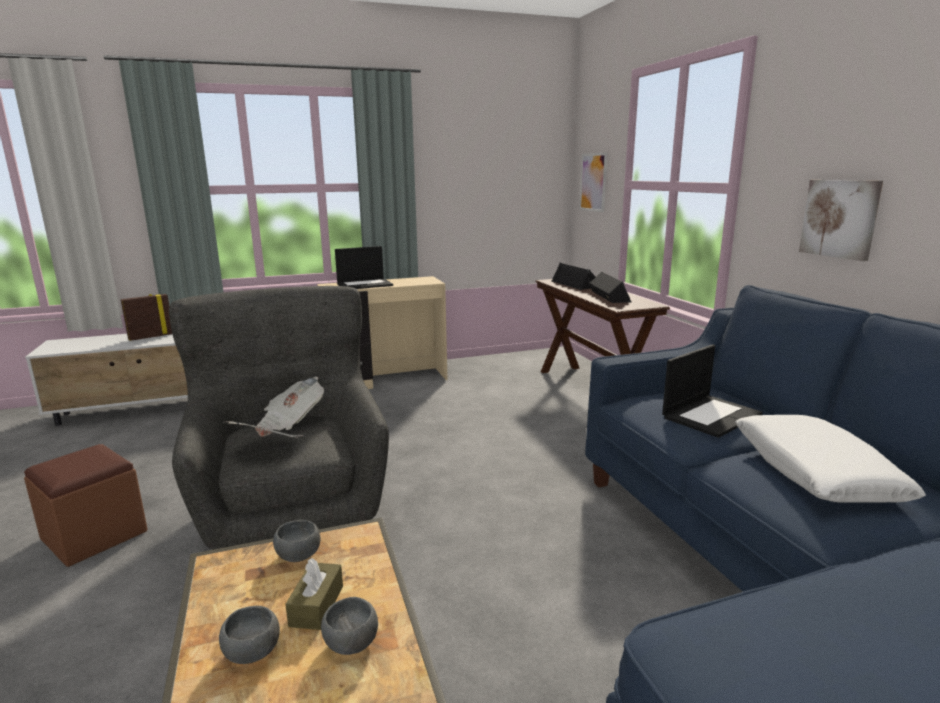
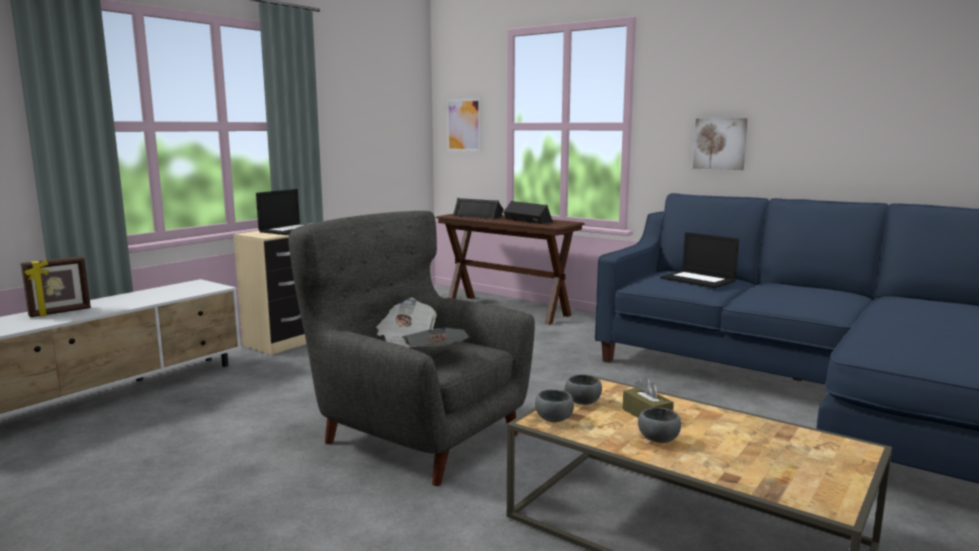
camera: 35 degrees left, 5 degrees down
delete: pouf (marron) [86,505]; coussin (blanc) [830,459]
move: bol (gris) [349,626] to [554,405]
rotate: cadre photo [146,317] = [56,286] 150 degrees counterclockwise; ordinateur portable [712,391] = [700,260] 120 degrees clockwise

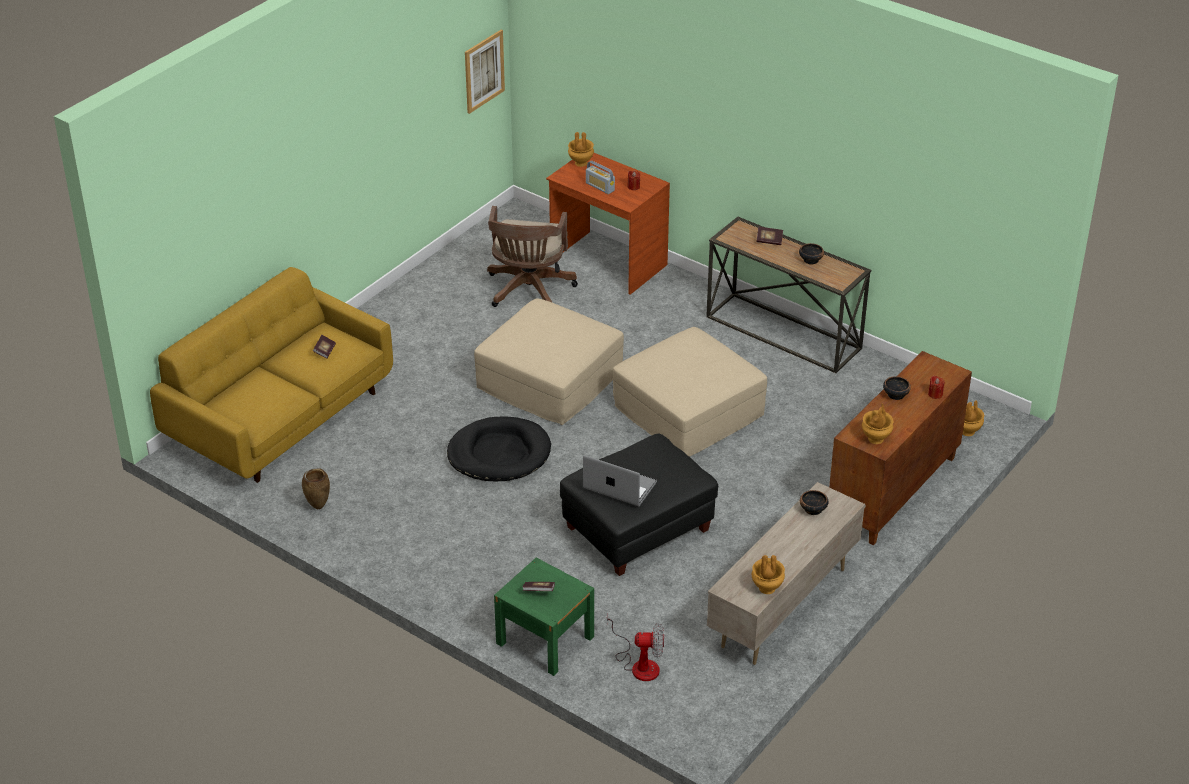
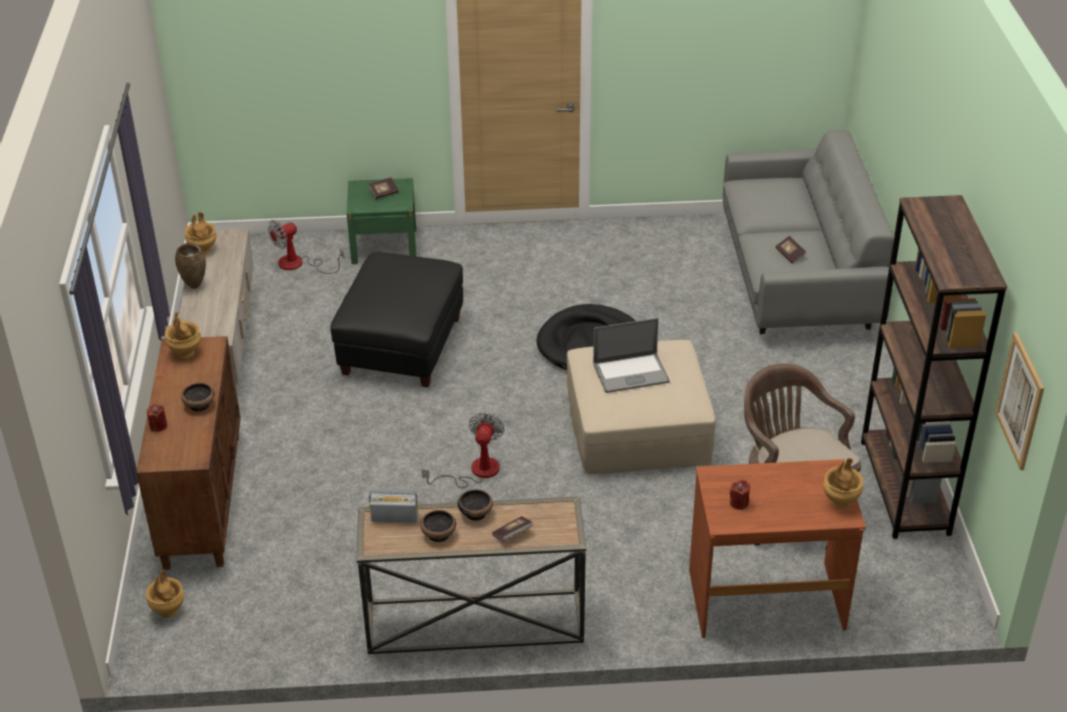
camera: 140 degrees right, 0 degrees up
insert: bibliothèque (marron) [934,367]
move: vase (marron) [316,488] to [190,266]; ordinateur portable [620,480] to [631,355]; radio [600,177] to [393,506]; bol [814,502] to [475,505]
replace: pouf (beige) [690,392] to ventilateur [463,450]
recolor: canapé (jaune) [271,375] to canapé (gris) [808,232]

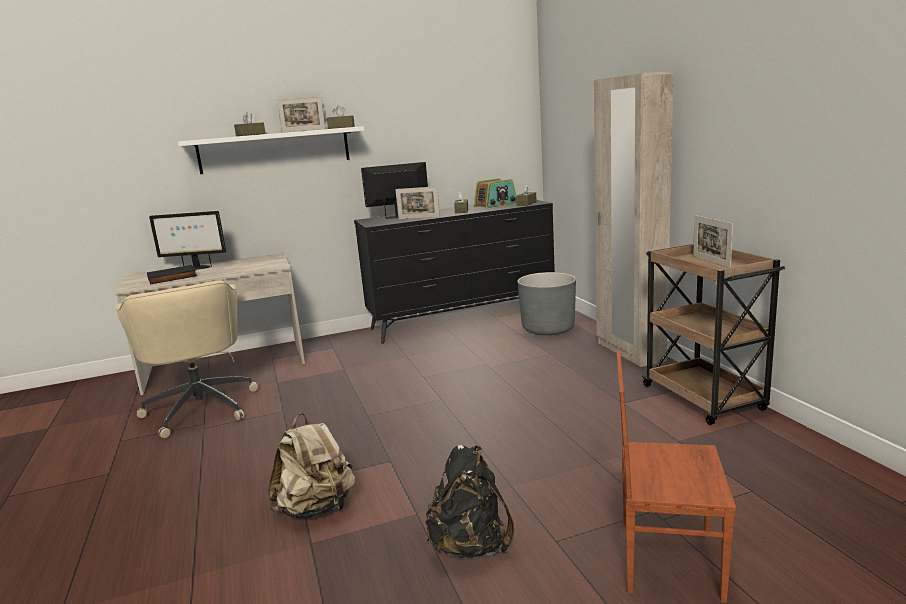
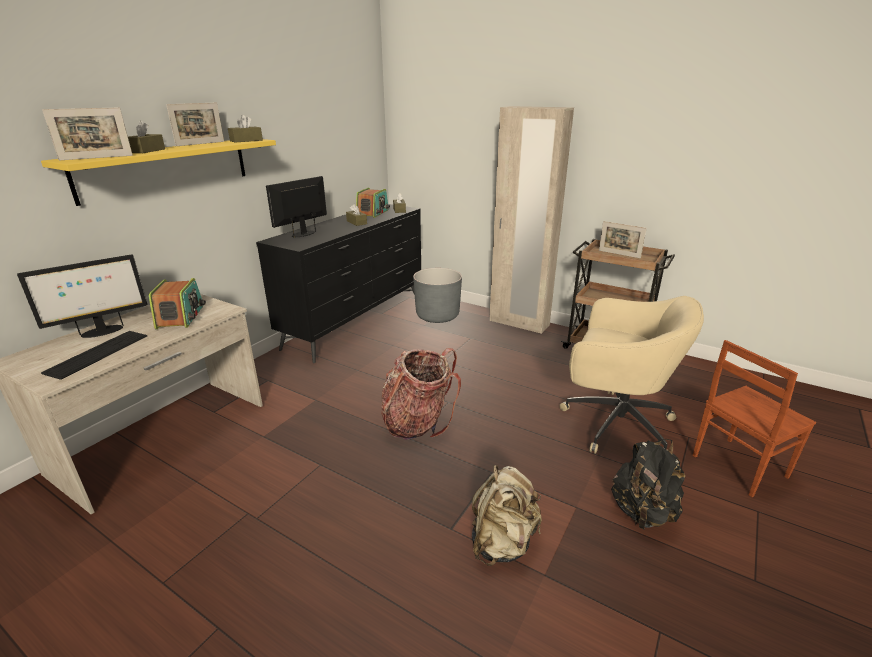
camera: 40 degrees left, 10 degrees up
insert: radio [177,303]; sac à dos [421,394]
move: chaise de bureau (beige) [187,359] to [632,375]; cadre photo [417,202] to [87,133]
replace: livre (noir) [172,275] to clavier [94,355]
recolor: étagère (blanc) [271,150] to étagère (jaune) [158,172]

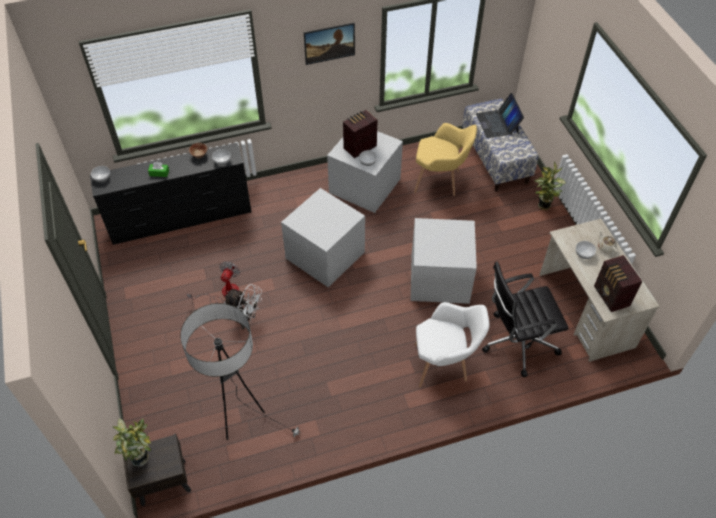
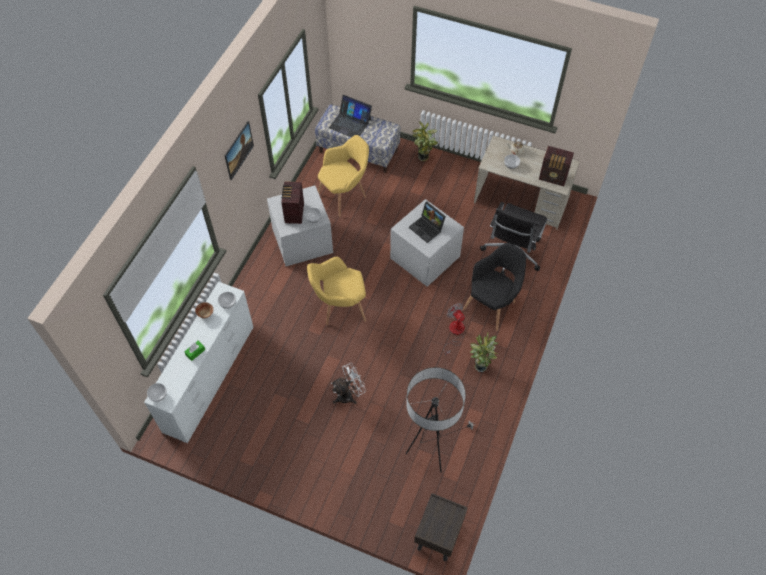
camera: 50 degrees left, 5 degrees up
insert: ordinateur portable [427,222]
move: plante en pot [132,442] to [484,352]; ventilateur [213,282] to [454,329]
replace: boîte de rangement (gris) [323,237] to fauteuil (jaune) [336,291]
recolor: commode (noir) [171,194] to commode (blanc) [198,362]; fauteuil (blanc) [451,344] to fauteuil (noir) [494,287]

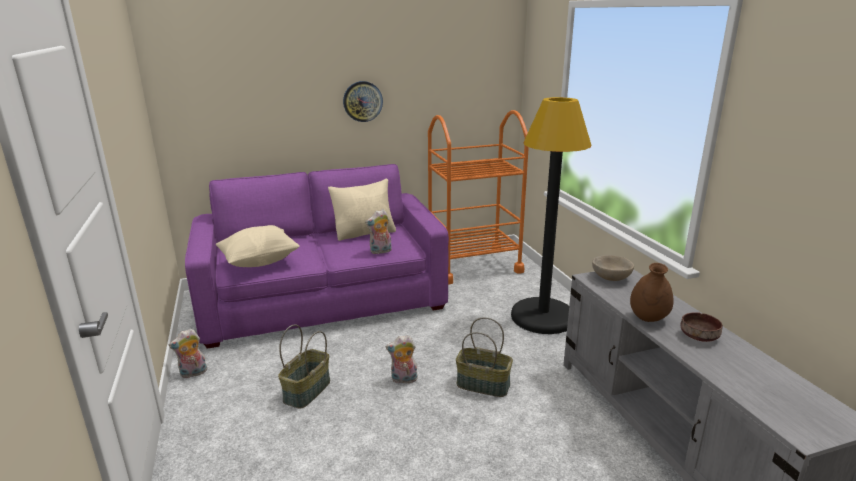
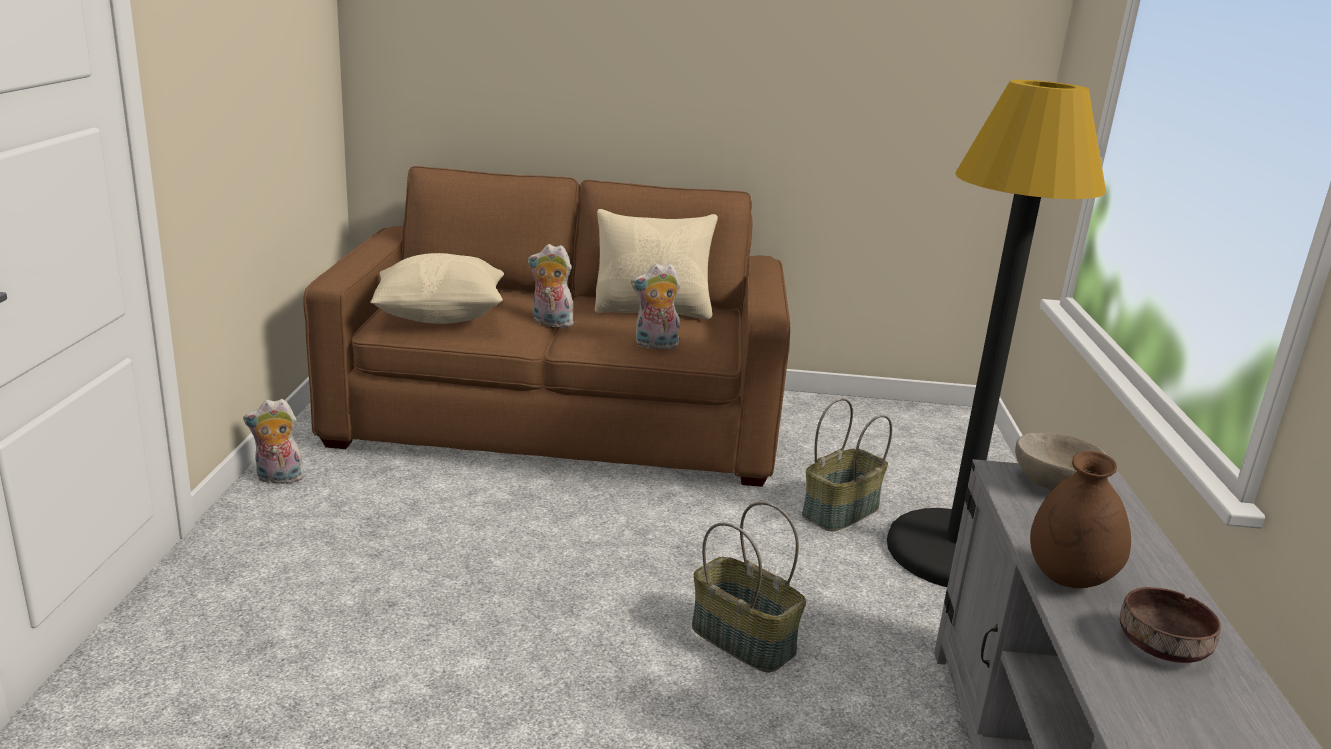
camera: 20 degrees right, 0 degrees up
delete: horloge murale [363,101]; chariot (orange) [478,197]
move: panier [304,366] to [847,465]; peluche [402,359] to [551,286]
recolor: canapé (violet) [317,256] to canapé (marron) [546,326]

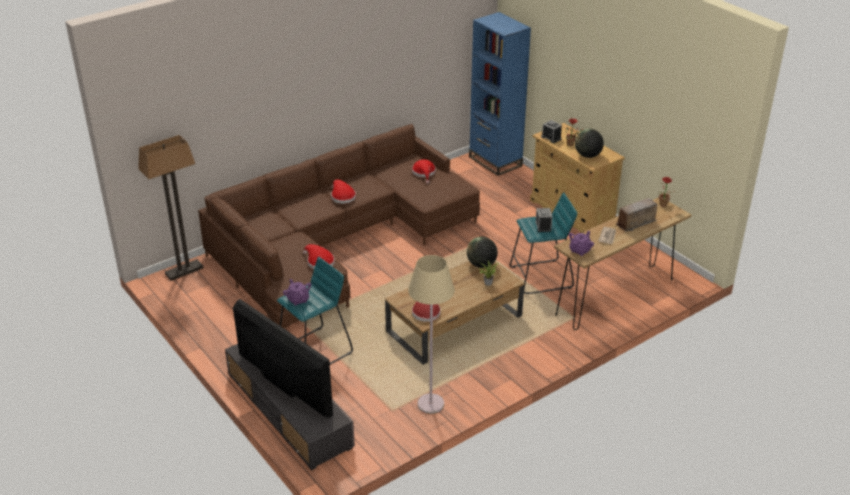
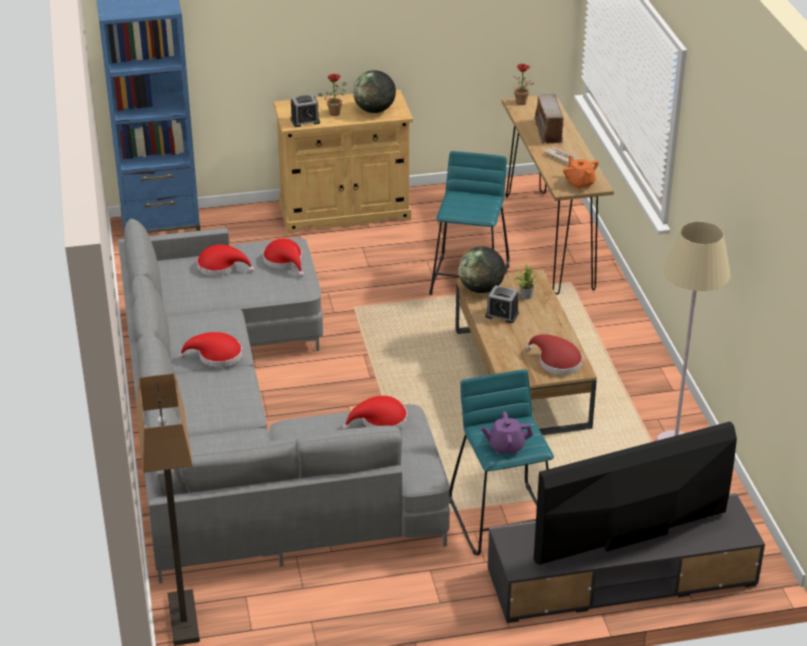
camera: 65 degrees left, 0 degrees up
insert: chapeau (rouge) [283,257]
move: réveil [544,220] to [502,304]
recolor: canapé (marron) [339,226] to canapé (gris) [284,400]; théière (violet) [581,243] to théière (orange) [581,172]

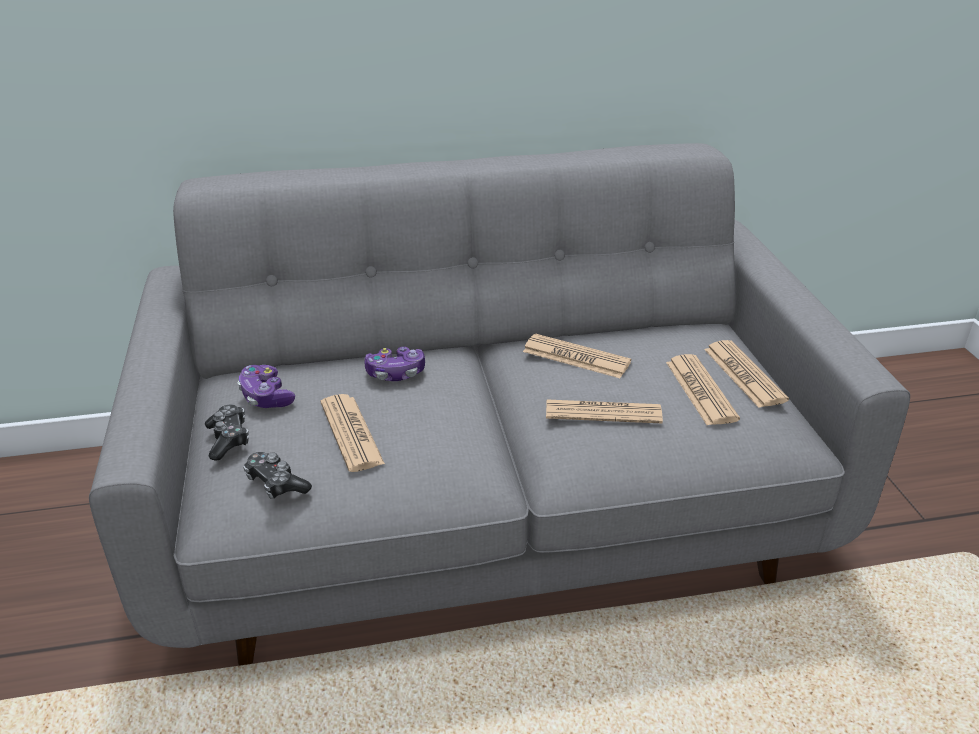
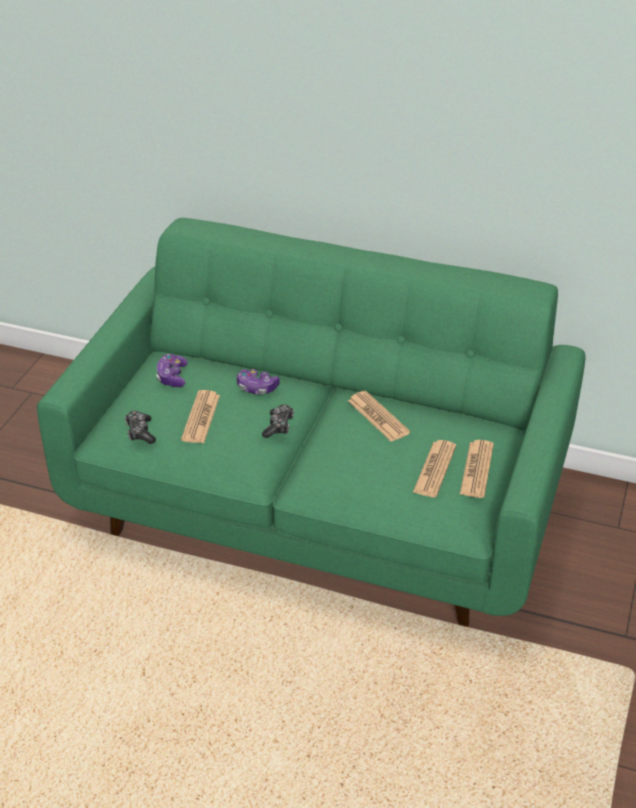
camera: 30 degrees right, 5 degrees up
delete: journal [604,411]
move: manette [227,432] to [278,421]
recolor: canapé (gris) [499,404] to canapé (vert) [311,422]

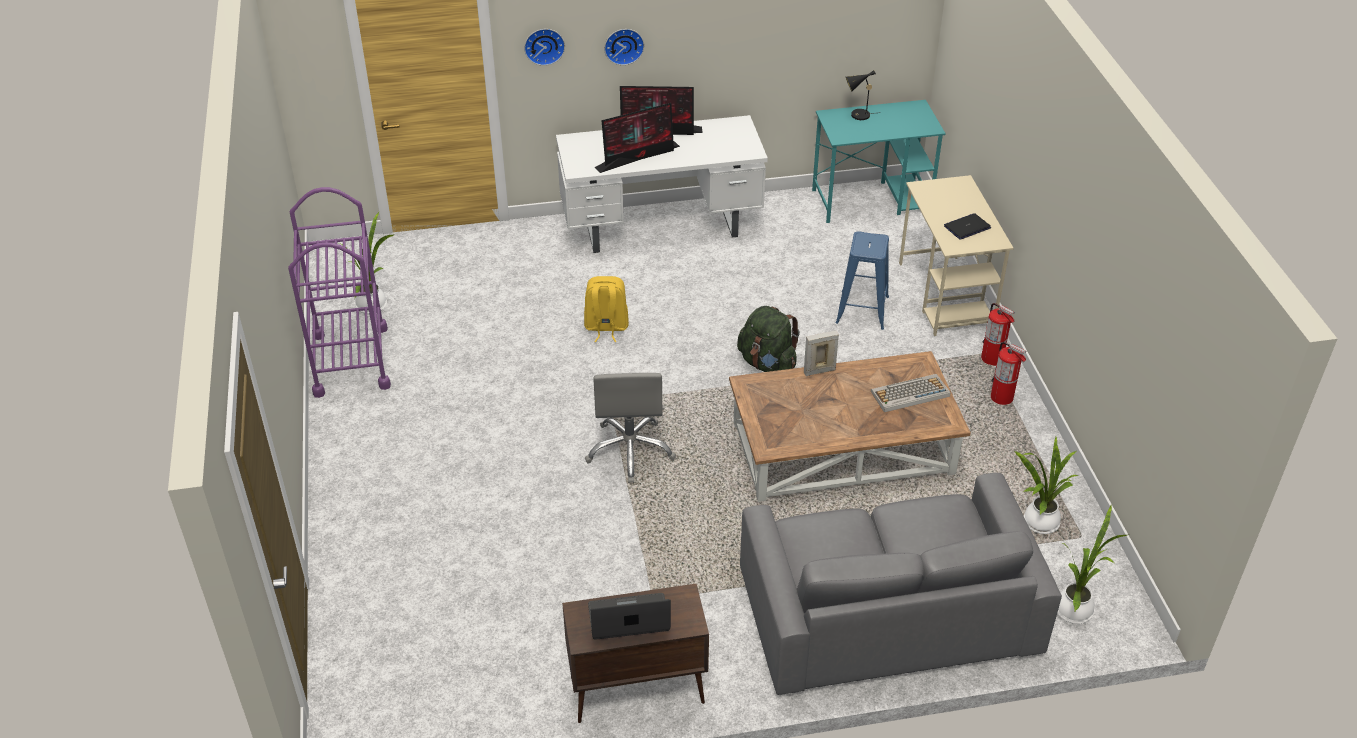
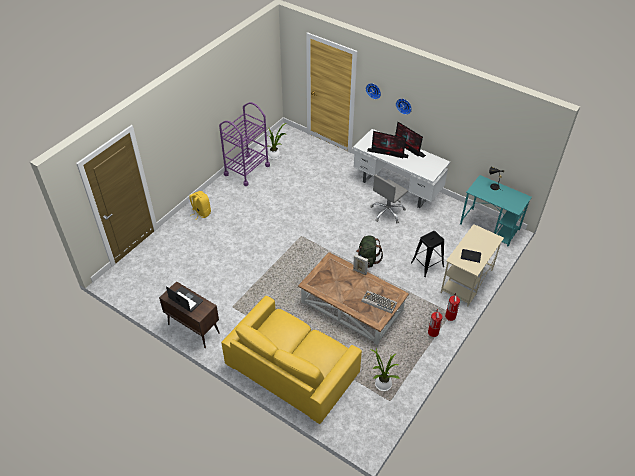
camera: 45 degrees right, 5 degrees up
delete: plante en pot [1092,565]
move: sac à dos (jaune) [606,309] to [200,205]; chaise de bureau (gris) [630,428] to [389,199]
recolor: canapé (gris) [901,584] to canapé (jaune) [291,360]; tabouret (bleu) [862,280] to tabouret (noir) [427,254]

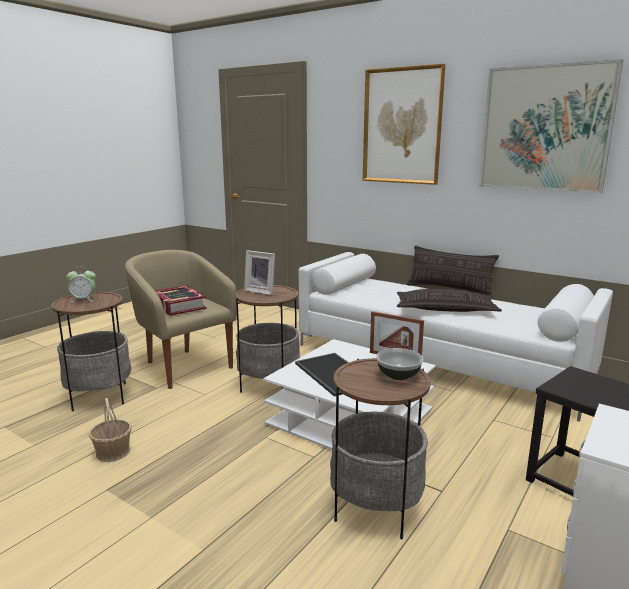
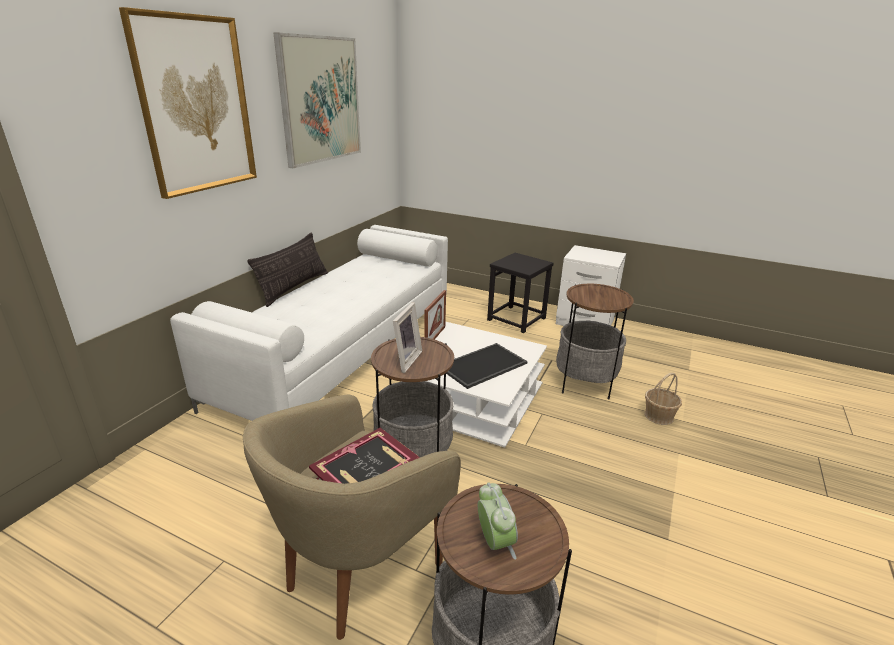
camera: 100 degrees left, 10 degrees up
delete: bol [400,364]; coussin [449,300]
move: panier [110,430] to [663,399]

